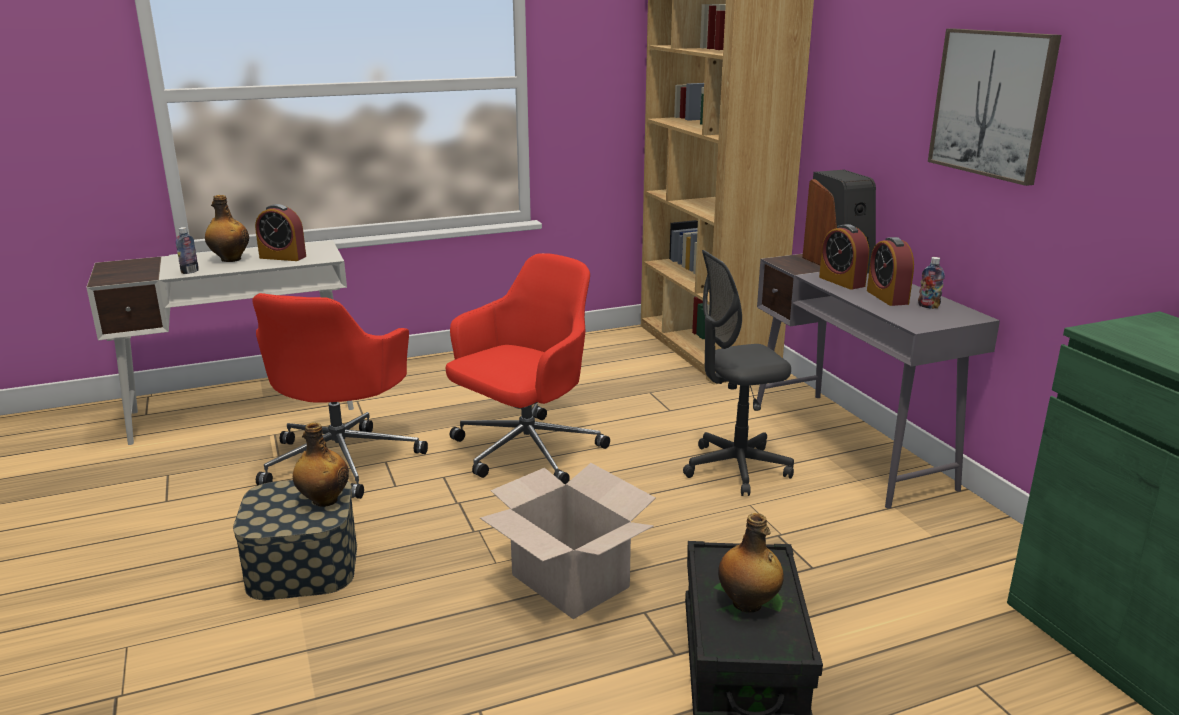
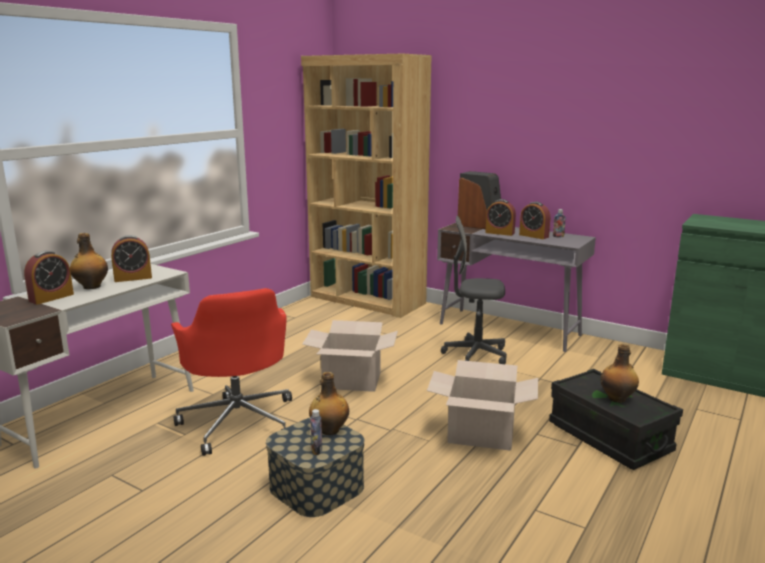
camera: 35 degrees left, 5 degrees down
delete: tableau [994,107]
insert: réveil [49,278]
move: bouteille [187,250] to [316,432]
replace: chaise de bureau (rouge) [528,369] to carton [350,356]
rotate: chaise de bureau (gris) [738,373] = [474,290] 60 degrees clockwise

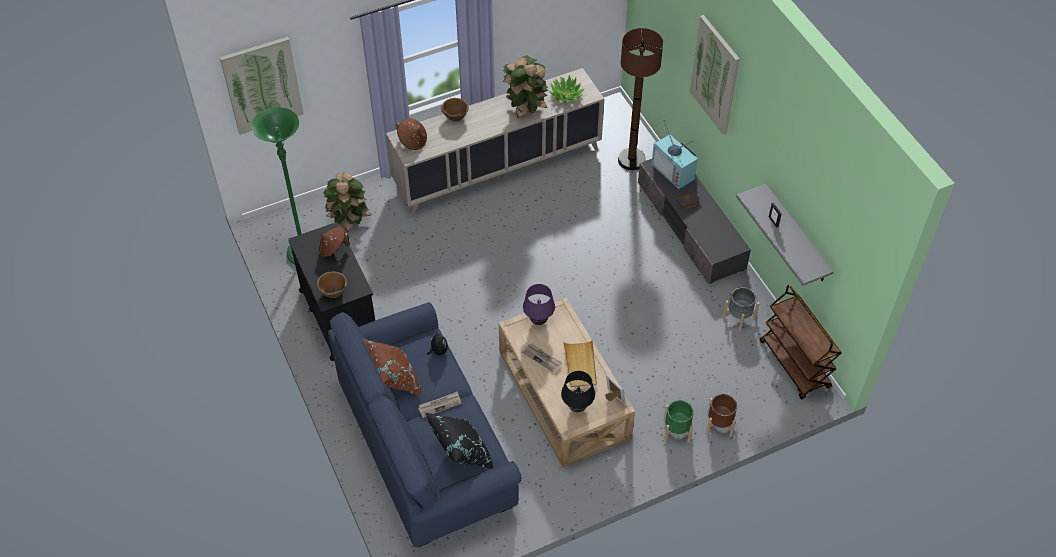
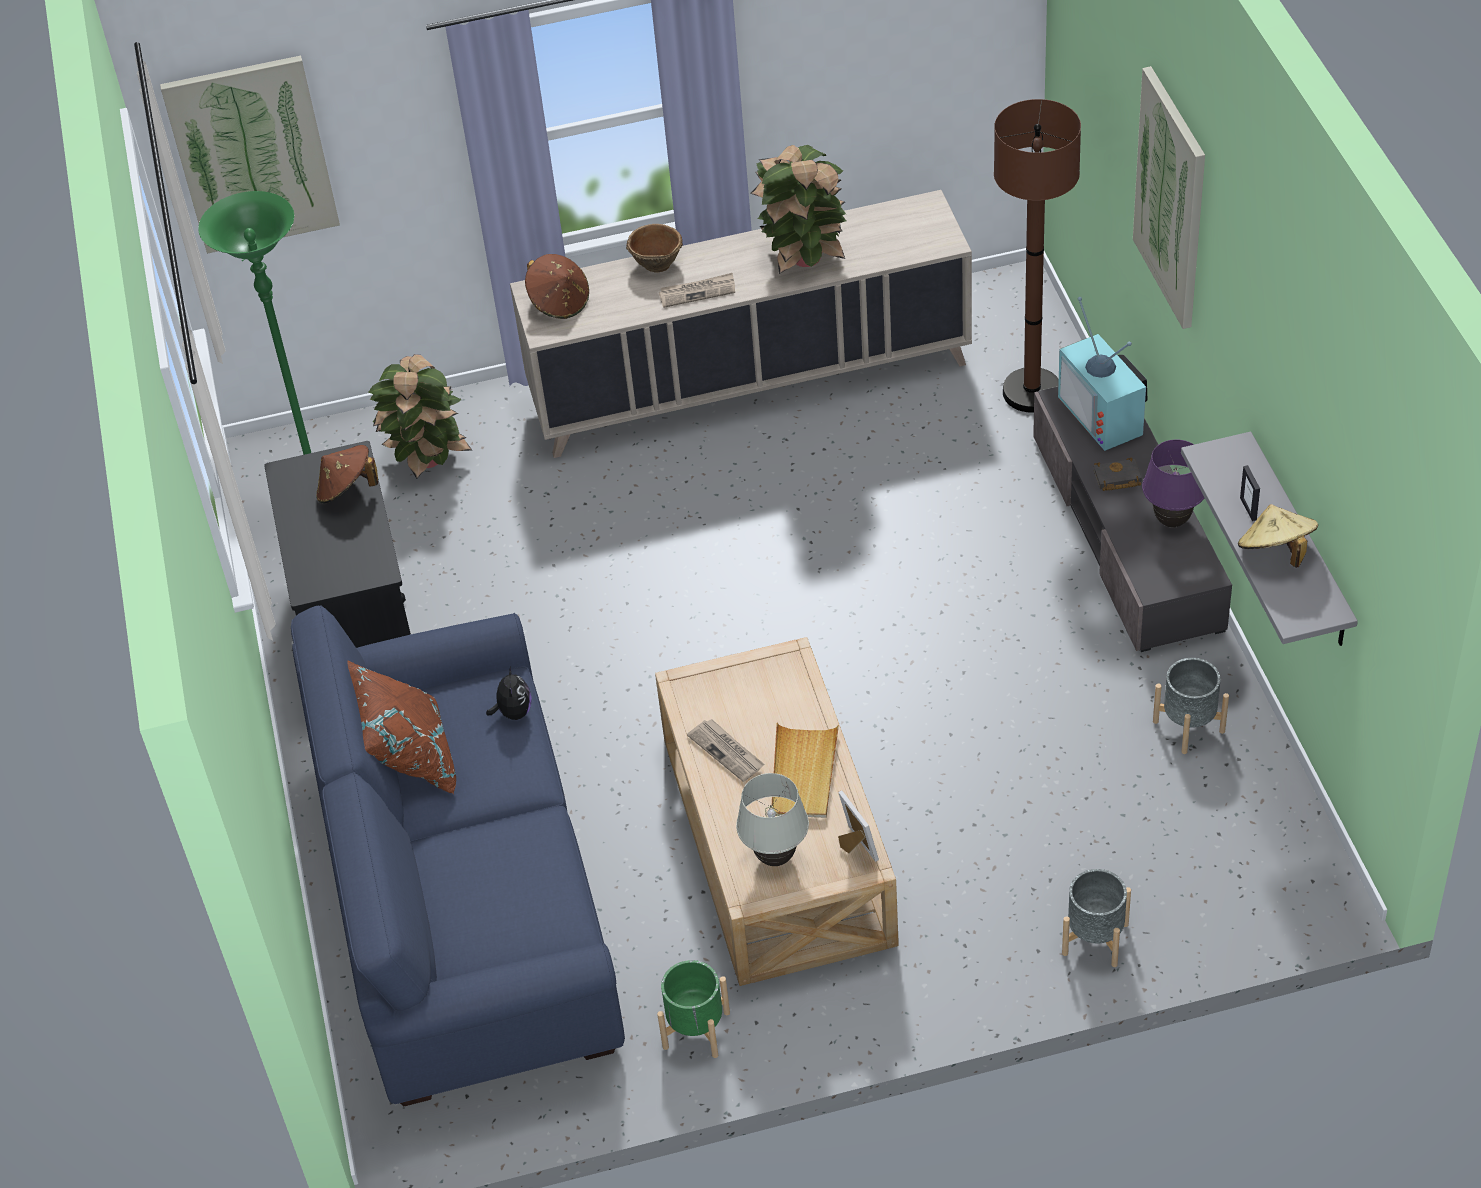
camera: 15 degrees right, 5 degrees down
delete: bol (marron) [332,284]; coussin (noir) [459,440]; plante en pot [566,88]; chariot (marron) [801,342]
insert: chapeau (beige) [1278,536]
move: journal [439,404] to [697,290]; lampe de table (violet) [539,304] to [1173,483]; cache-pot (vert) [679,421] to [693,1009]
recolor: lampe de table (noir) [578,391] to lampe de table (blanc) [772,819]; cache-pot (marron) [721,415] to cache-pot (gris) [1096,918]

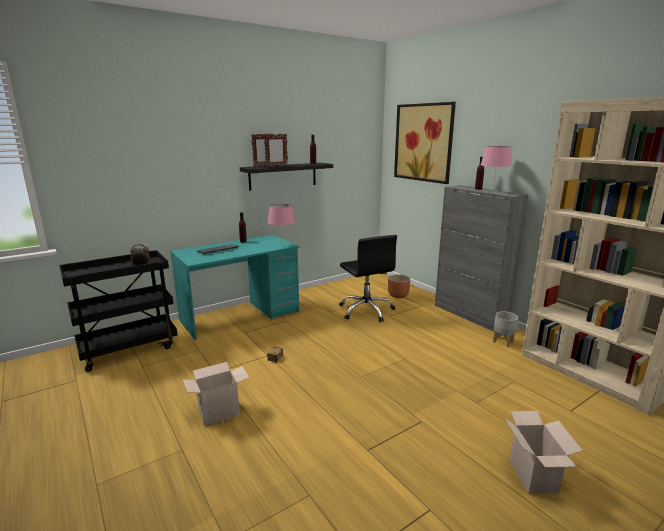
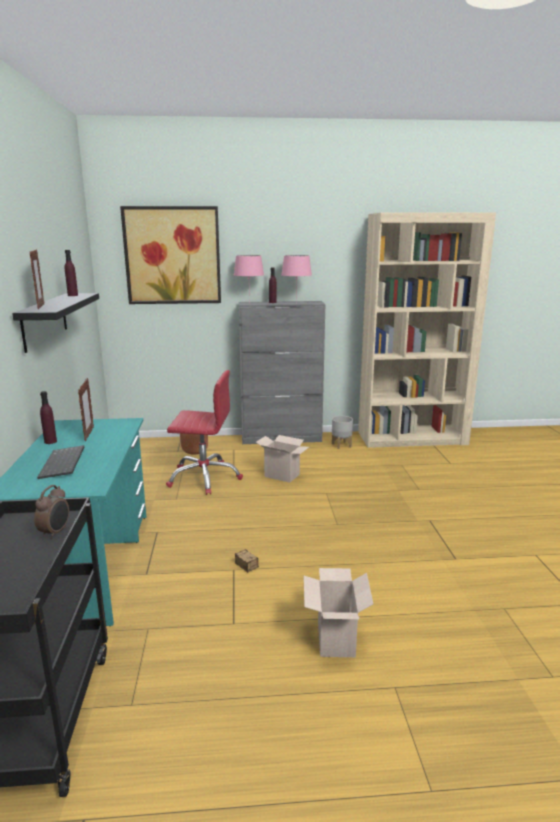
camera: 60 degrees left, 0 degrees up
move: cadre photo [276,150] to [86,409]; lampe de table (rose) [281,224] to [249,279]; carton [544,452] to [282,459]
recolor: chaise de bureau (noir) [368,278] to chaise de bureau (rouge) [204,432]

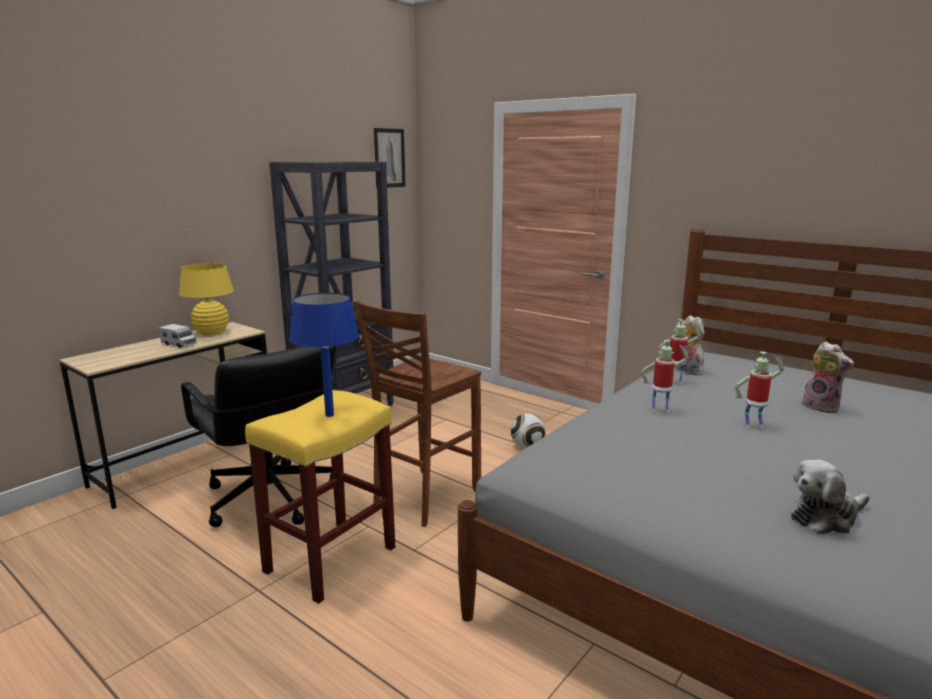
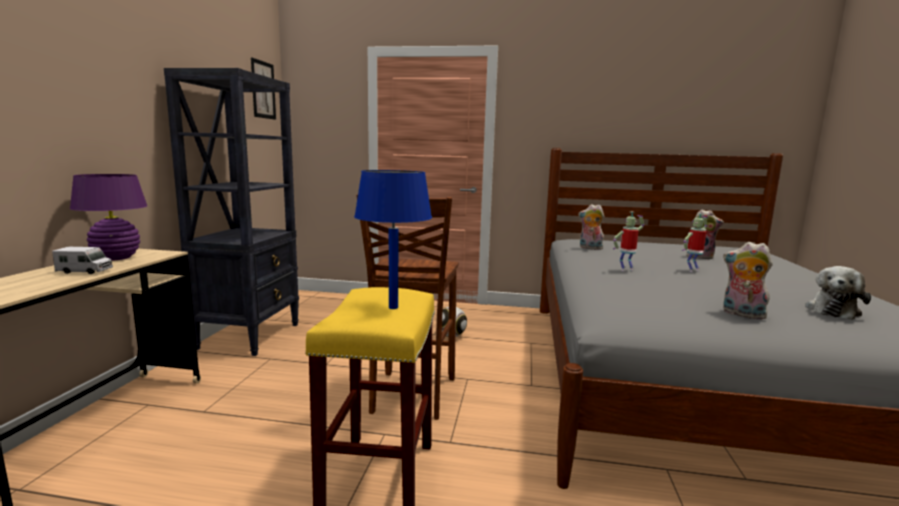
camera: 30 degrees left, 5 degrees down
delete: chaise de bureau (noir) [259,436]; robot jouet [679,351]
insert: peluche [748,281]
recolor: lampe de table (jaune) [206,299] to lampe de table (violet) [108,217]

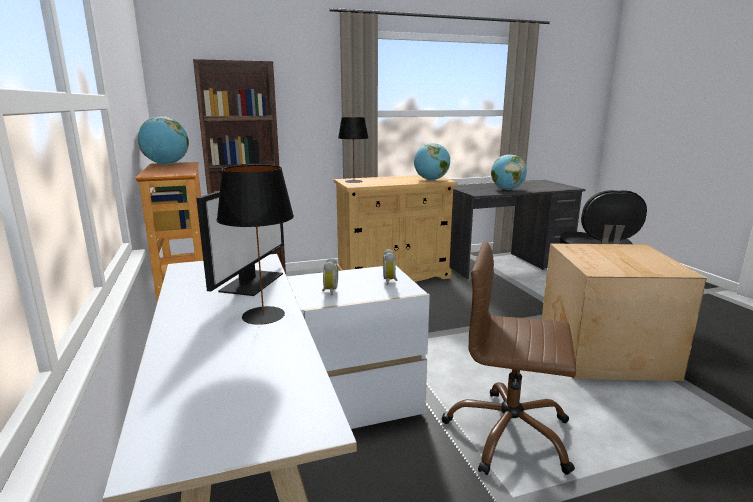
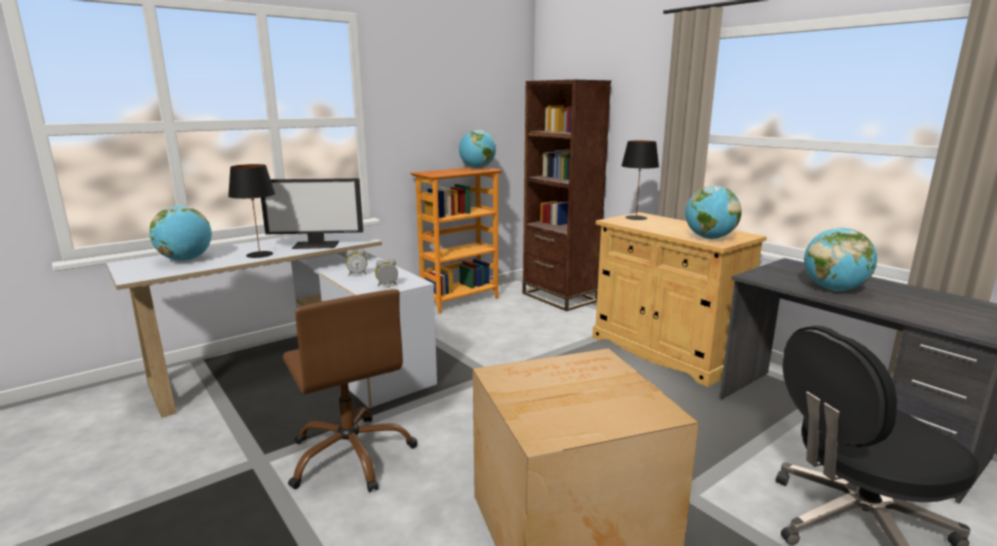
camera: 70 degrees right, 0 degrees up
insert: globe [180,233]
rotate: chaise de bureau (marron) [509,358] = [350,390] 150 degrees clockwise

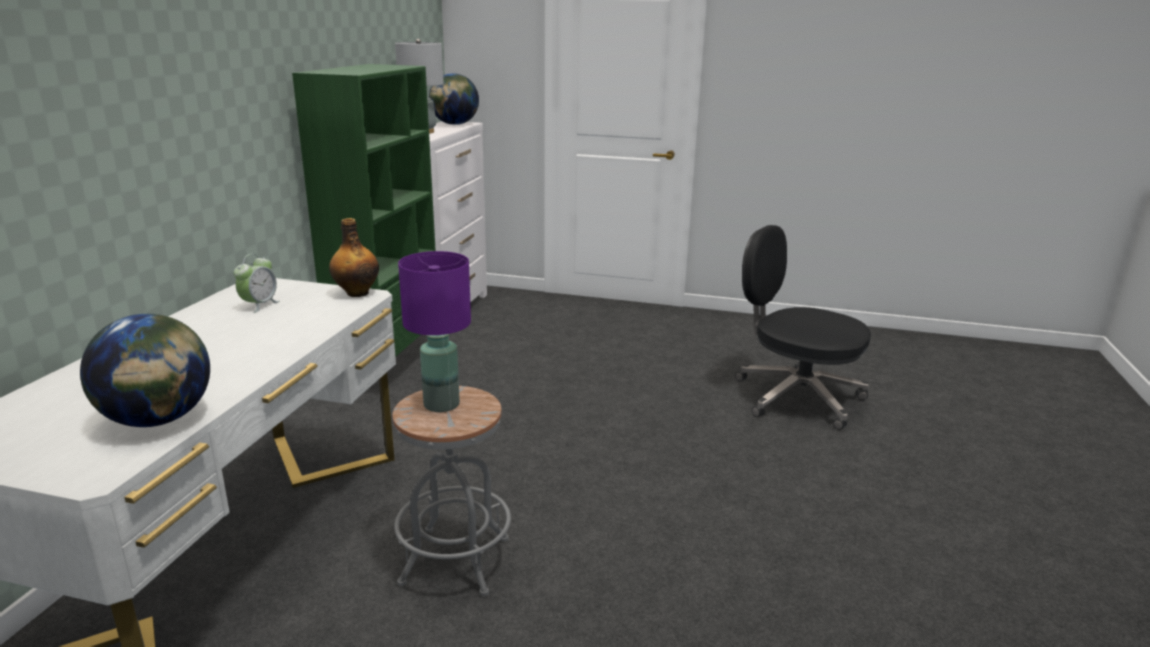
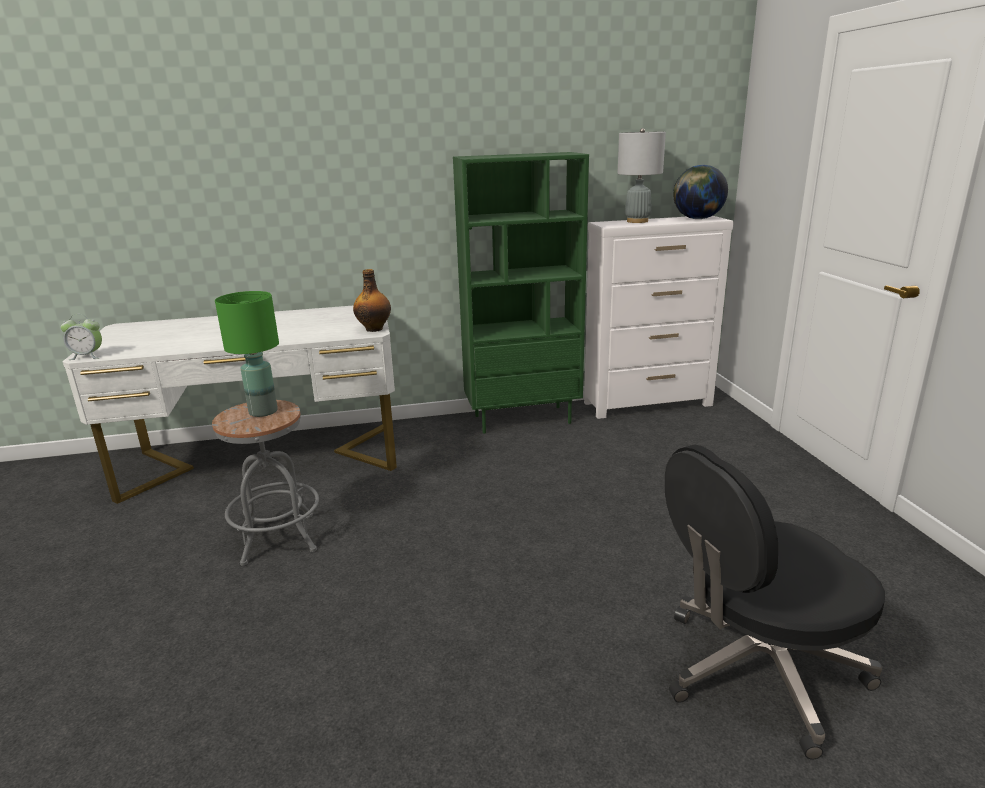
camera: 65 degrees right, 0 degrees up
delete: globe [145,370]
move: réveil [257,283] to [81,337]
recolor: lampe de table (violet) [434,331] to lampe de table (vert) [247,354]
rotate: chaise de bureau (noir) [803,327] = [775,602] 120 degrees counterclockwise

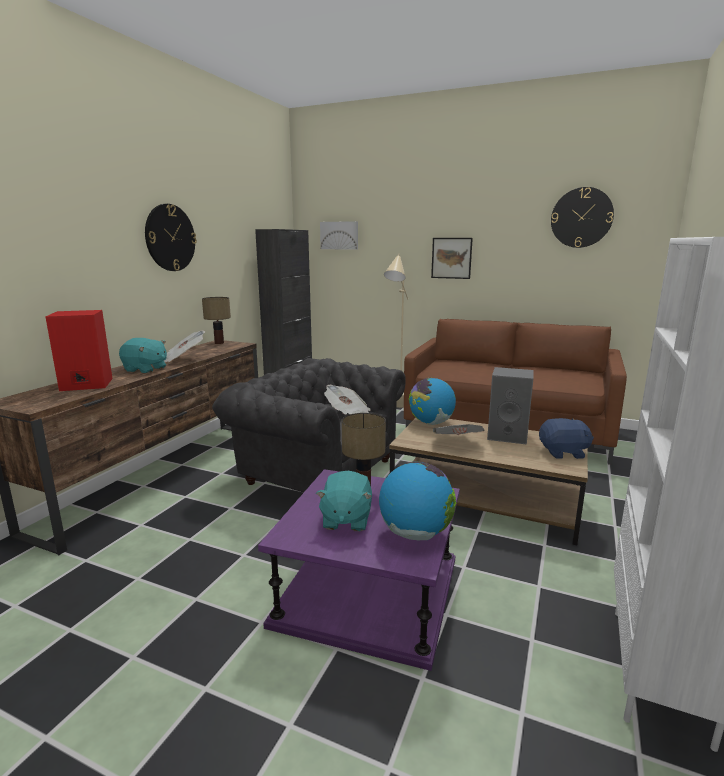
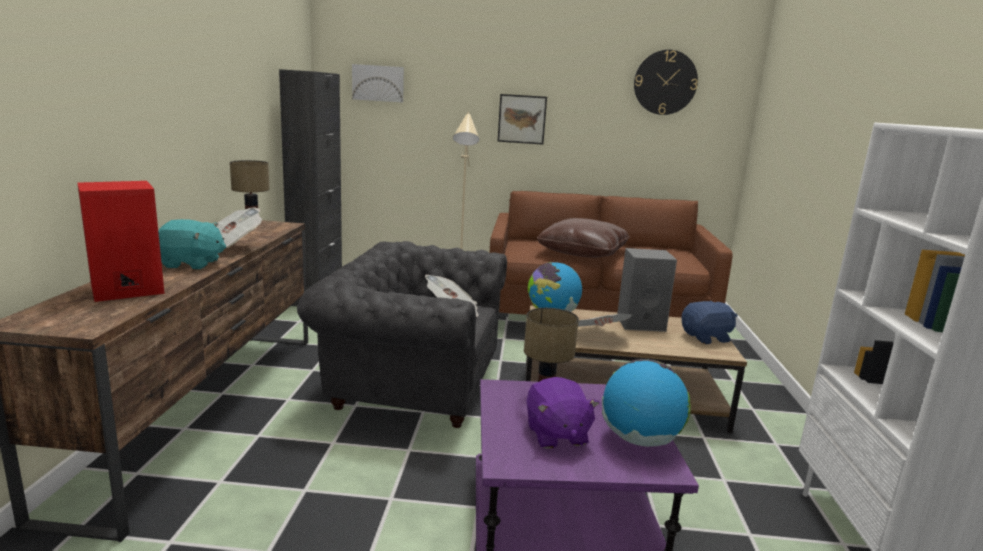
camera: 20 degrees left, 0 degrees up
delete: horloge murale [171,237]
insert: coussin (marron) [583,238]
recolor: peluche (turquoise) [344,501] to peluche (violet) [563,413]

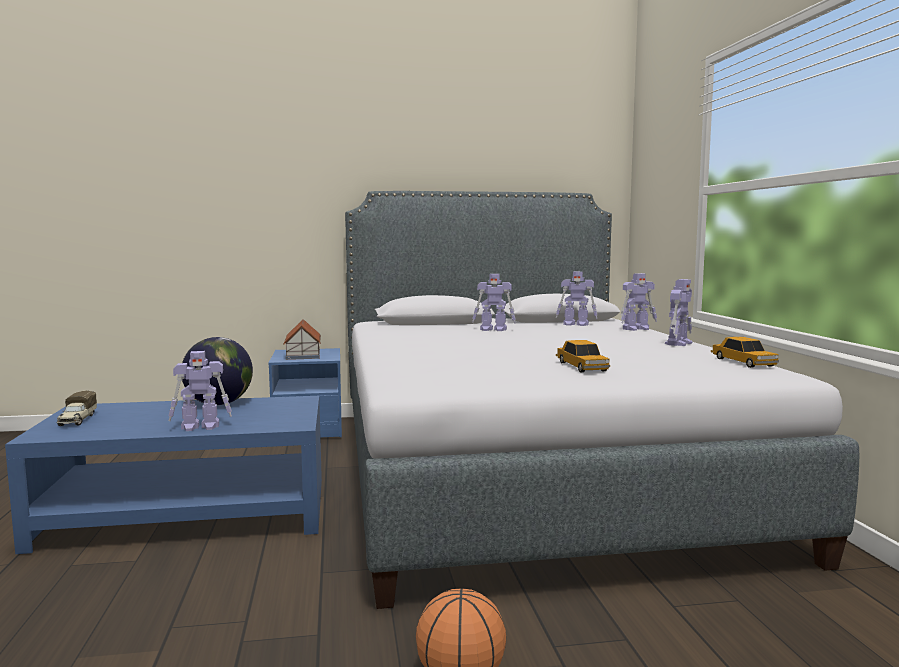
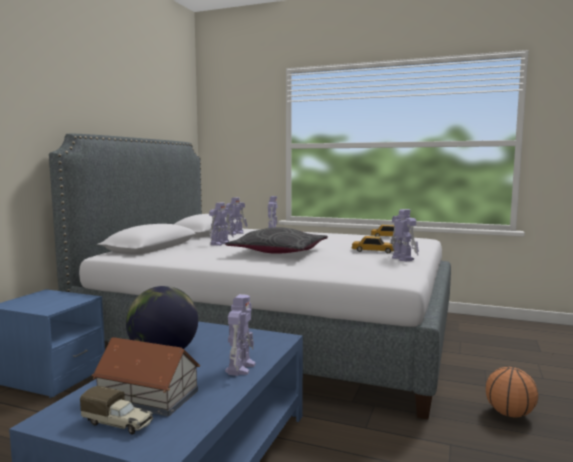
camera: 60 degrees left, 0 degrees up
insert: coussin (gris) [276,240]
move: maison miniature [302,339] to [145,376]; robot jouet [678,312] to [404,235]

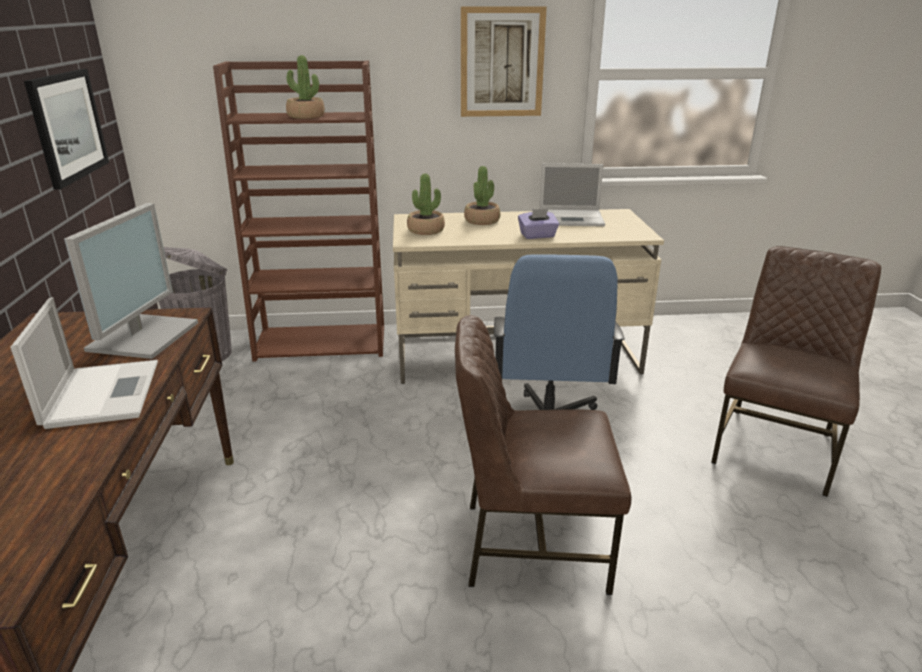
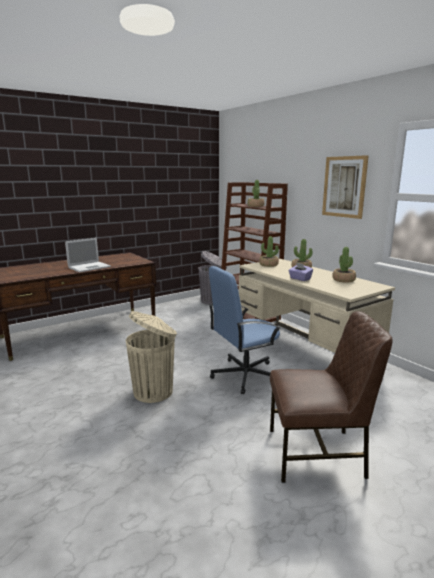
camera: 60 degrees right, 10 degrees down
delete: tableau [66,129]; écran d'ordinateur [131,281]
replace: chaise (marron) [543,455] to poubelle (beige) [151,357]; ordinateur portable [572,195] to plante en pot [344,265]

